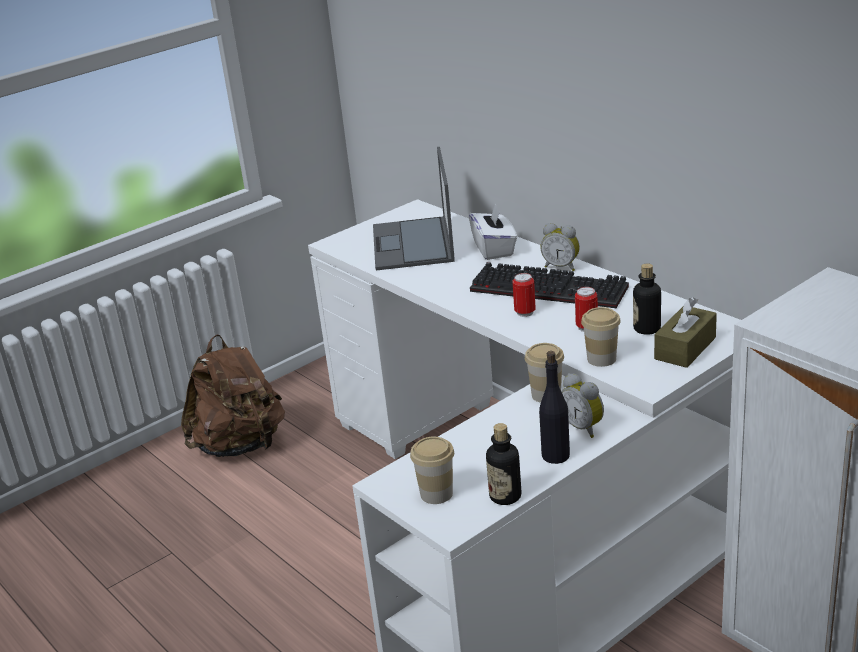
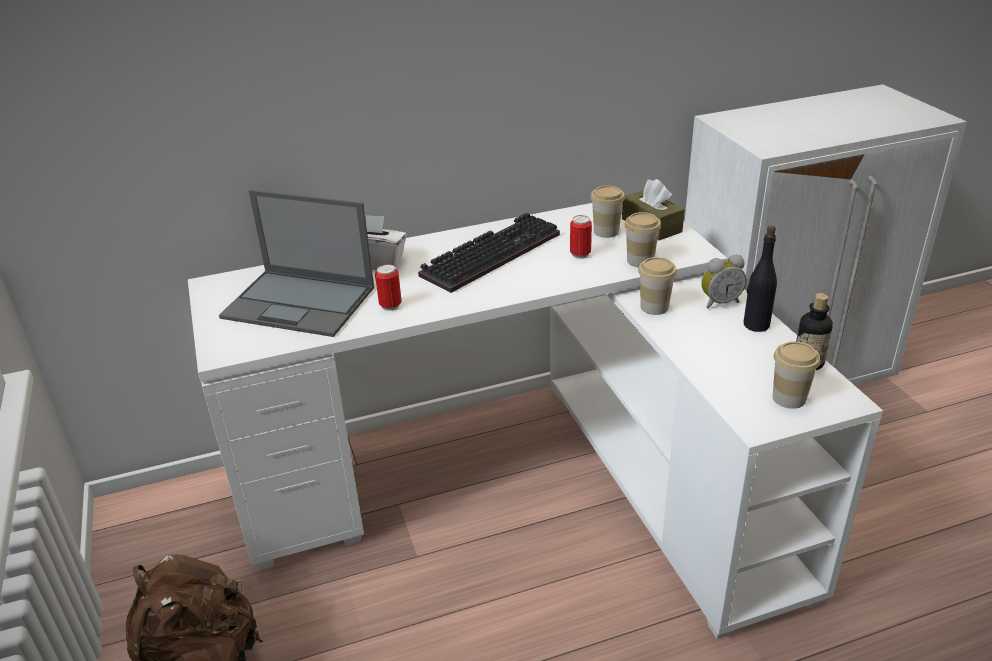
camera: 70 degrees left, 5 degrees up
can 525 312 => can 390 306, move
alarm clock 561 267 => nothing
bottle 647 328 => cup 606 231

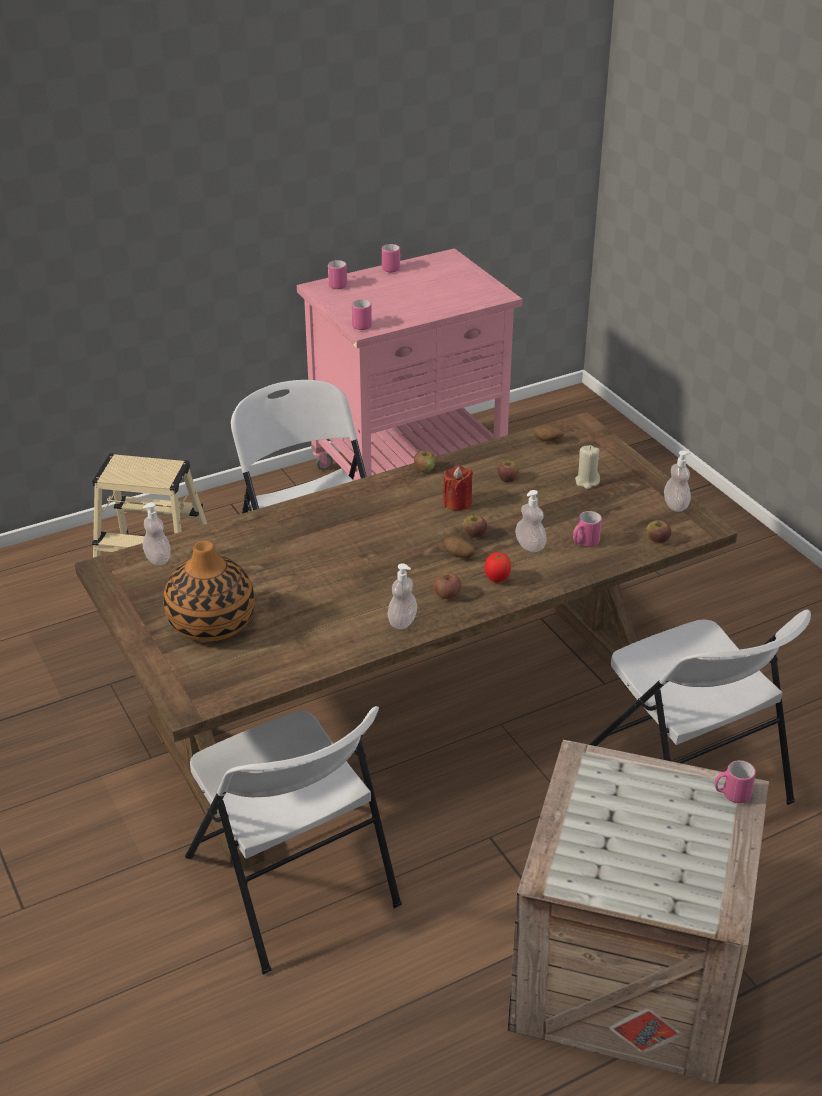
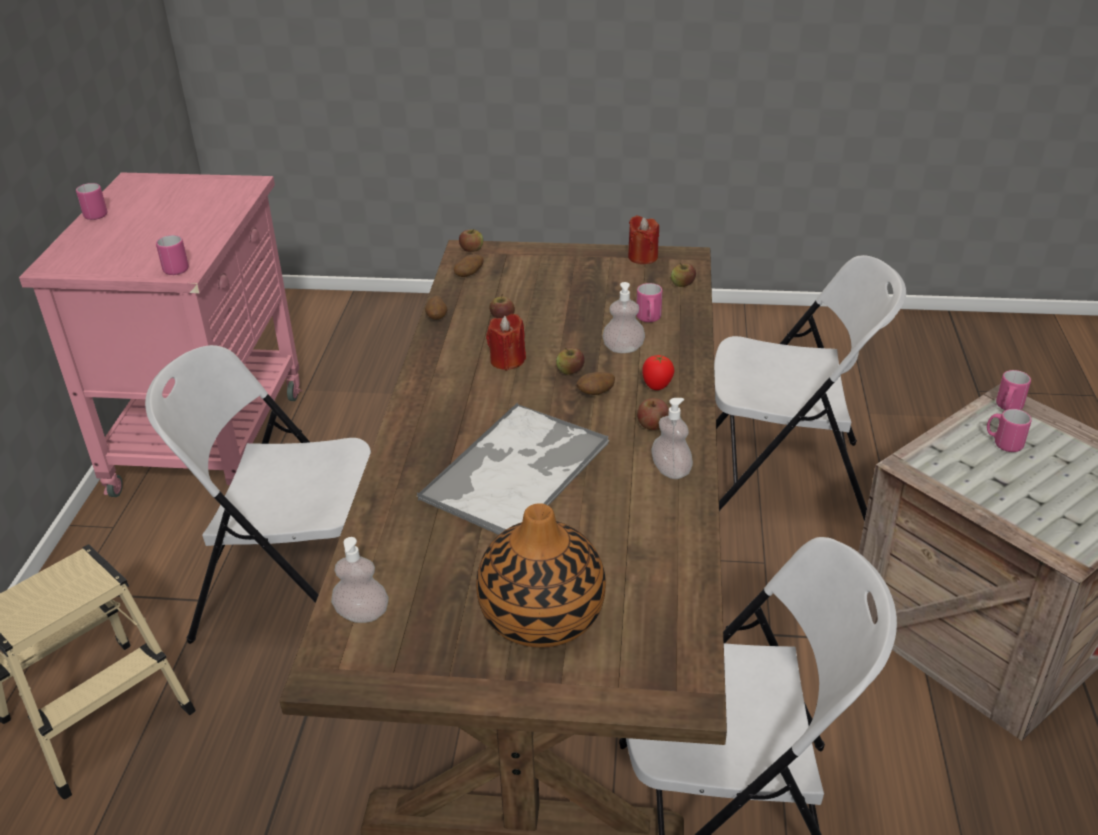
camera: 55 degrees left, 0 degrees up
mug/pink 337 284 => mug/pink 1003 443, move
apple 424 469 => apple 471 249, move
candle/beige 587 481 => nothing
soap dispenser 675 505 => candle/red 643 257
nothing => tray 517 470
nothing => potato 437 318

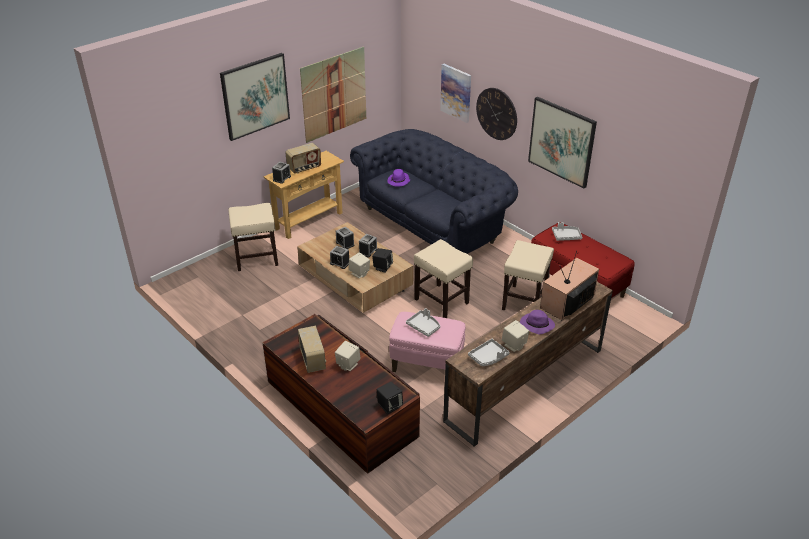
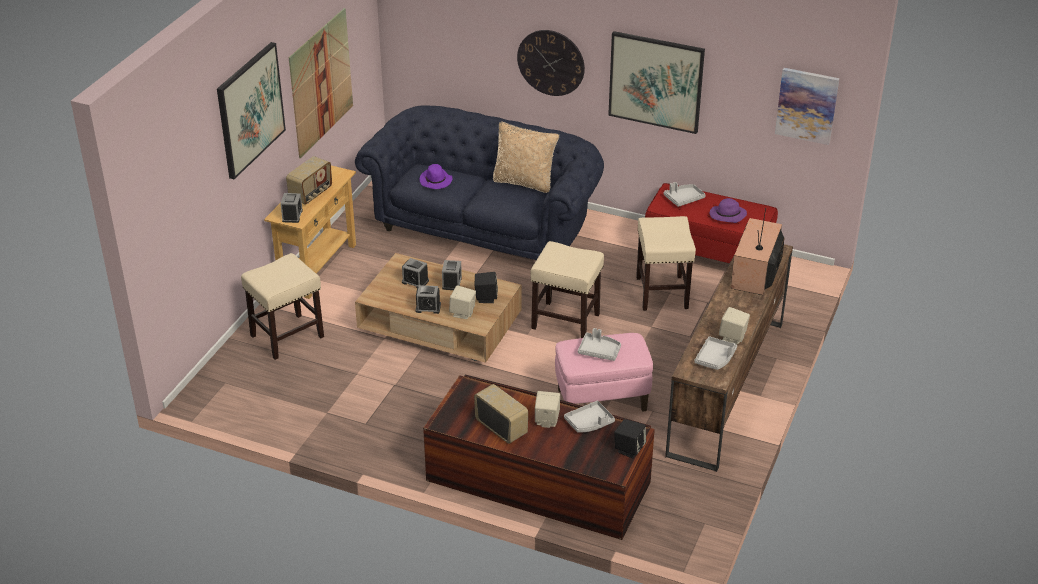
camera: 25 degrees left, 0 degrees up
picture 456 92 => picture 806 105, move
hat/purple 536 325 => hat/purple 727 216, move
nothing => pillow/beige 524 184
nothing => tray/grey 589 423

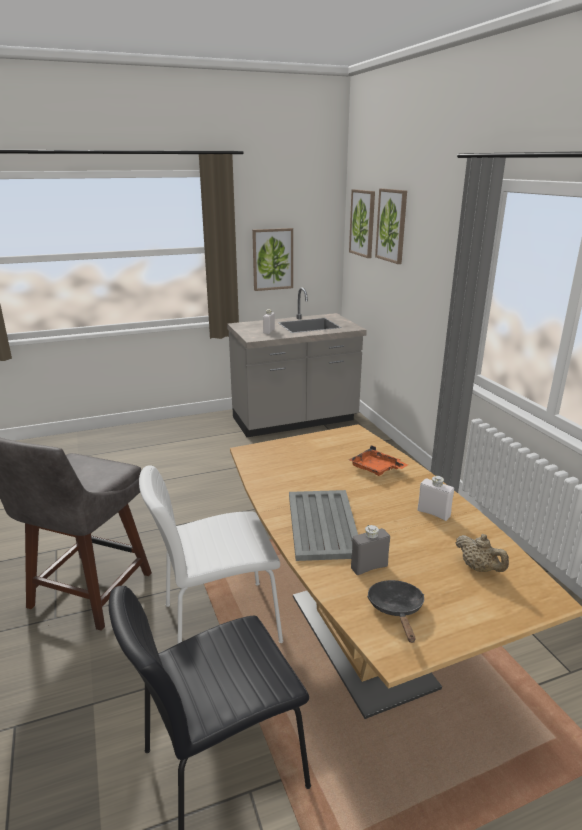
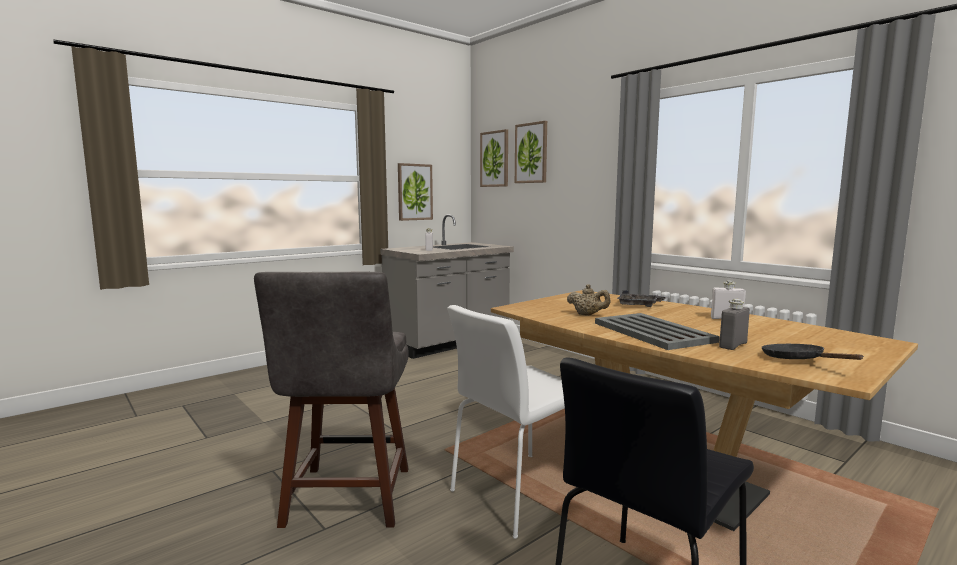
camera: 20 degrees left, 15 degrees down
tray/orange 376 469 => tray/grey 640 306
teapot/beige 479 568 => teapot/beige 587 315, move

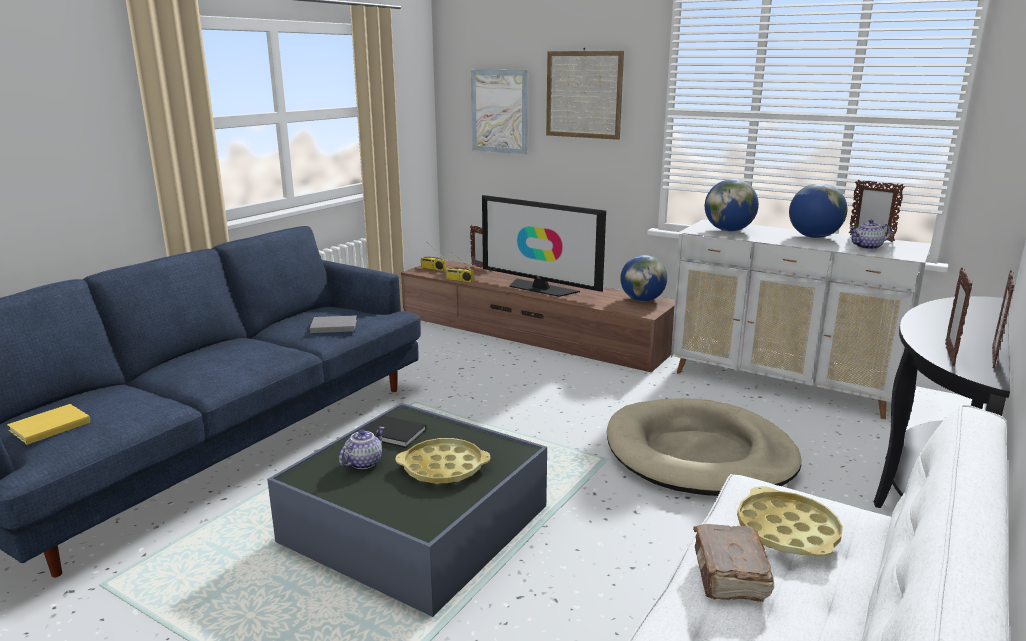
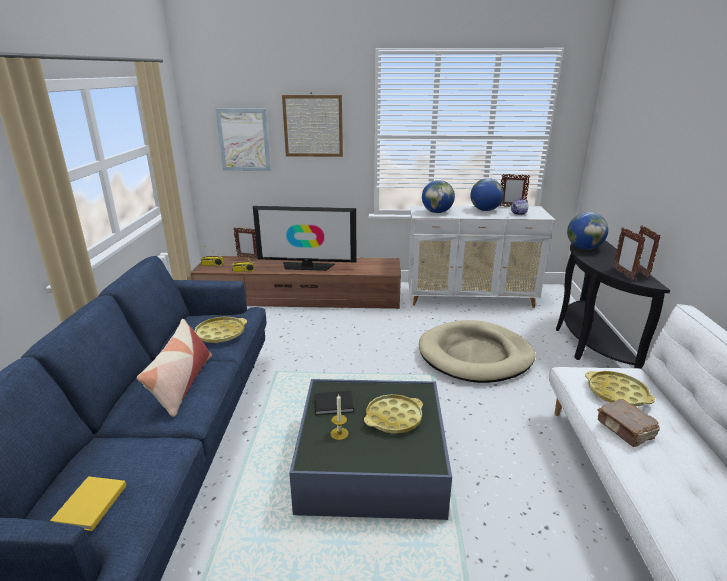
camera: 30 degrees left, 5 degrees up
book/grey 332 326 => tray/yellow 220 334
teapot 363 462 => candle 339 433
globe 642 300 => globe 583 248, move
nothing => pillow 182 384

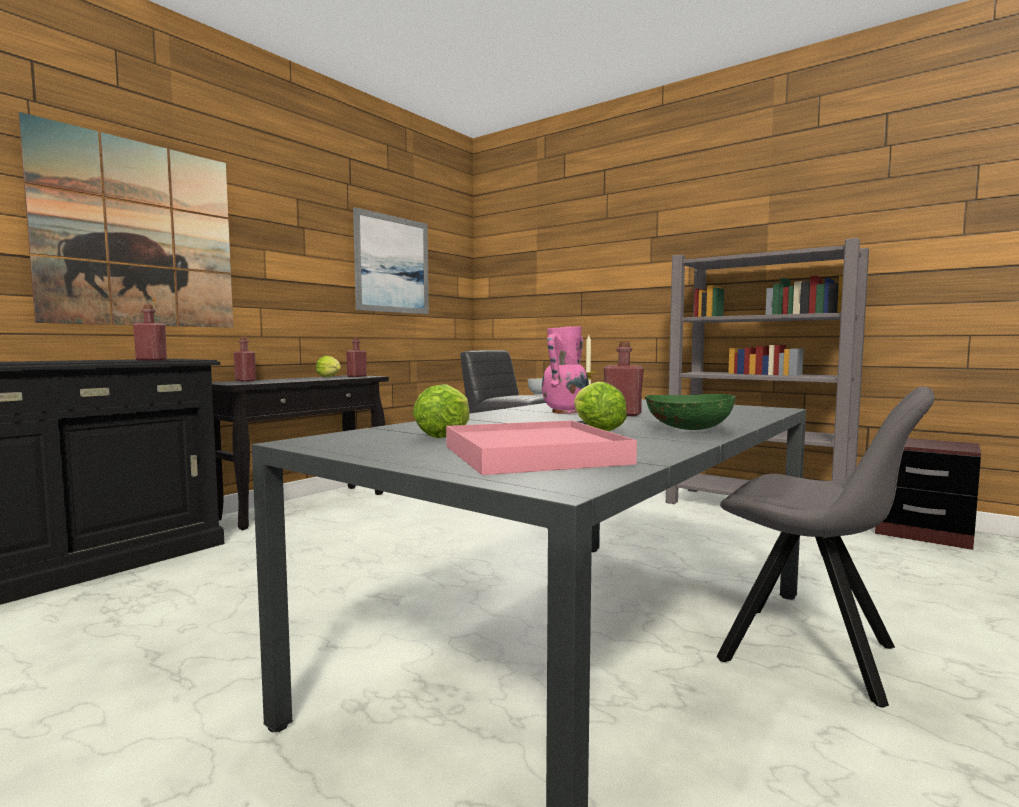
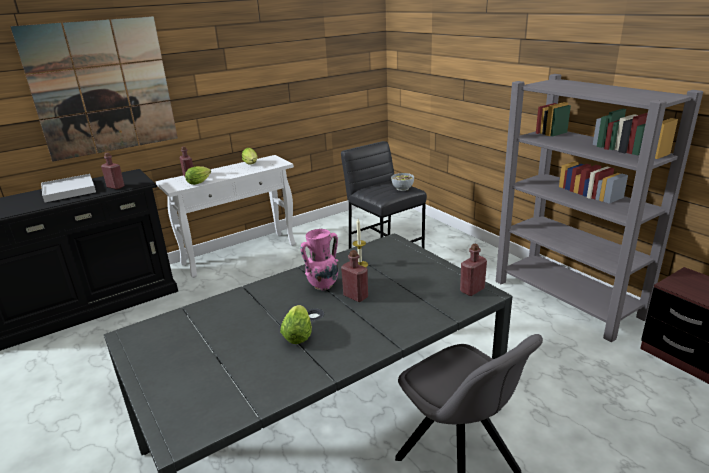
camera: 20 degrees right, 20 degrees up
console table/black 305 505 => console table/white 240 254
bottle/red 356 376 => bottle/red 472 290, move
picture 392 264 => nothing
lettuce 446 435 => lettuce 200 182, move
tray/pink 534 455 => nothing
bowl/green 687 429 => nothing
nothing => tray/white 69 190

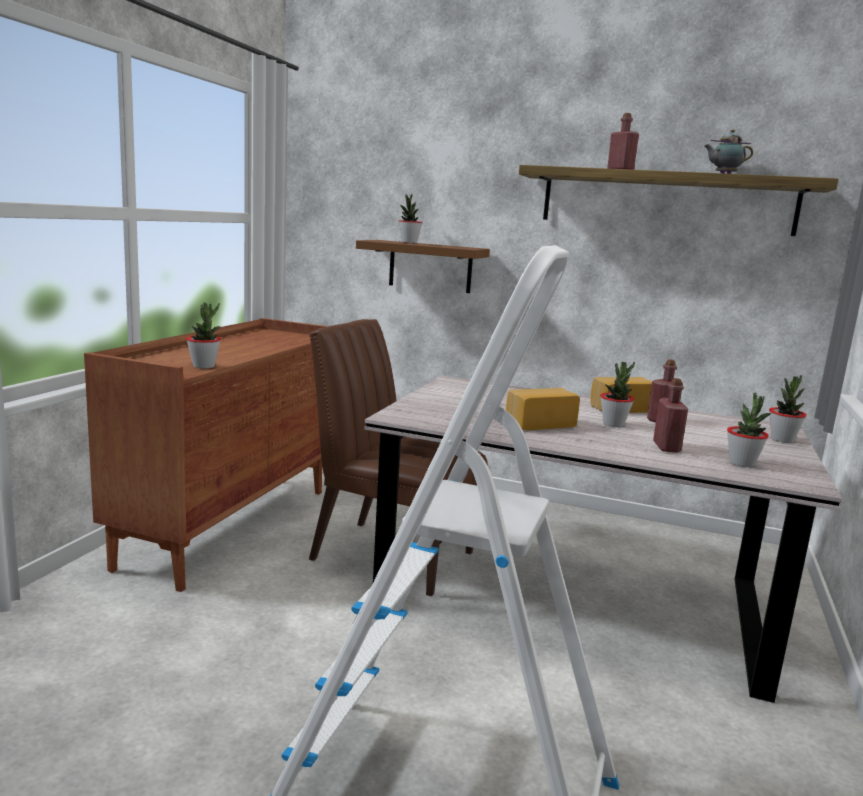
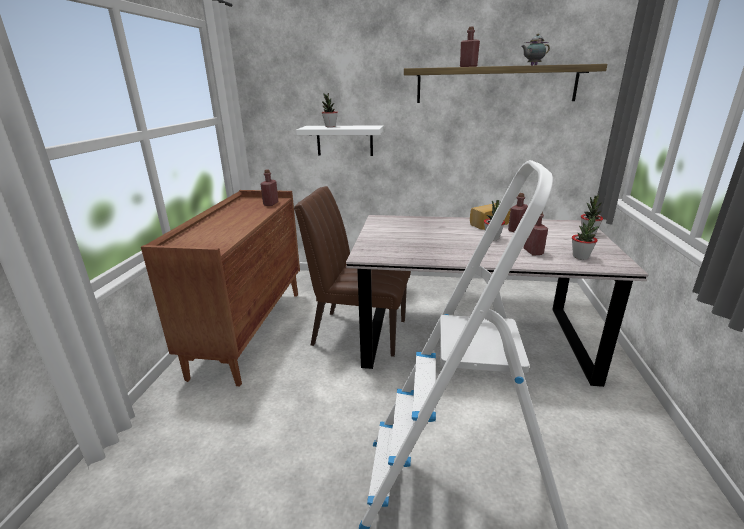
camera: 10 degrees left, 10 degrees up
potted plant 204 366 => nothing
shelf/brown 430 266 => shelf/white 344 140
bread 539 424 => nothing
nothing => bottle/red 271 204

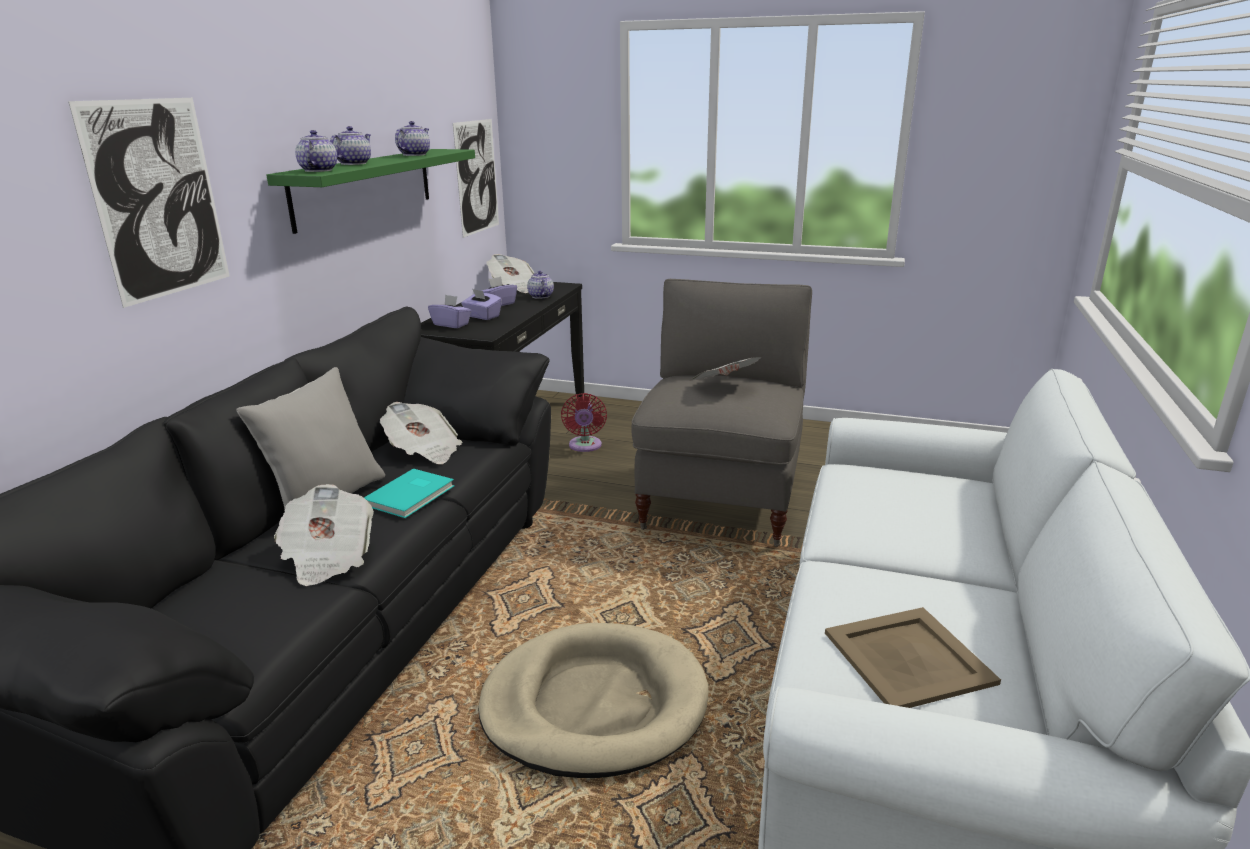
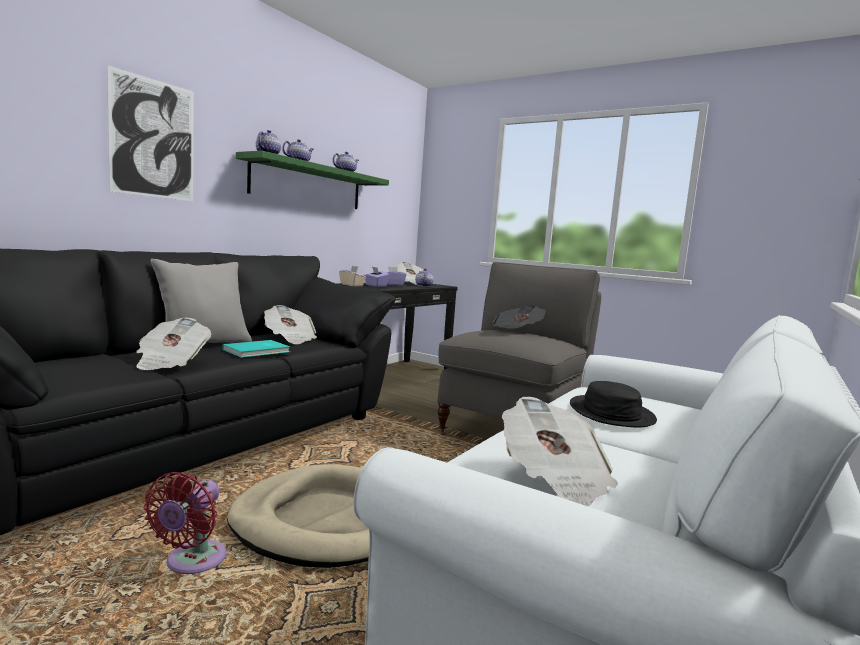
camera: 15 degrees right, 15 degrees down
tissue box/purple 451 324 => tissue box/beige 352 285
picture 477 177 => nothing
fan/red 585 446 => fan/red 192 563, move
tray/beige 910 658 => newspaper 555 479
nothing => hat/black 610 413

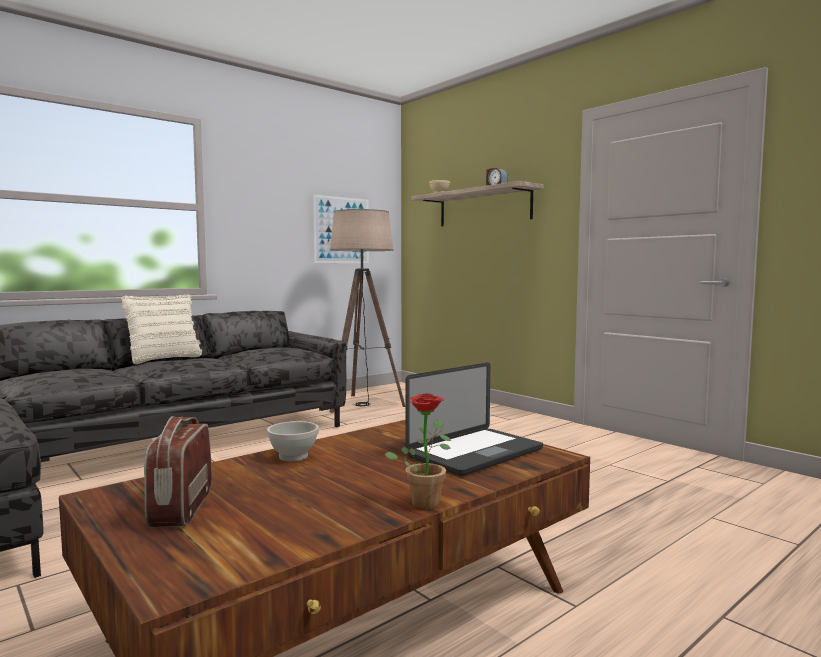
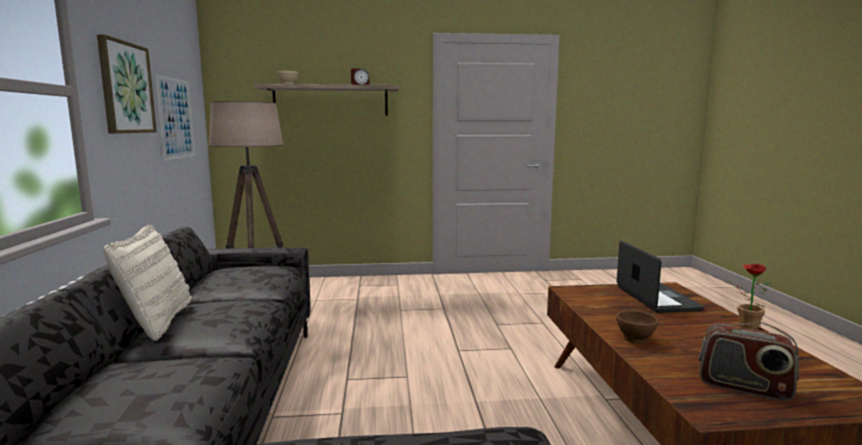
camera: 55 degrees left, 5 degrees up
bowl/white 293 456 => bowl/brown 634 339
nothing => picture 126 88

